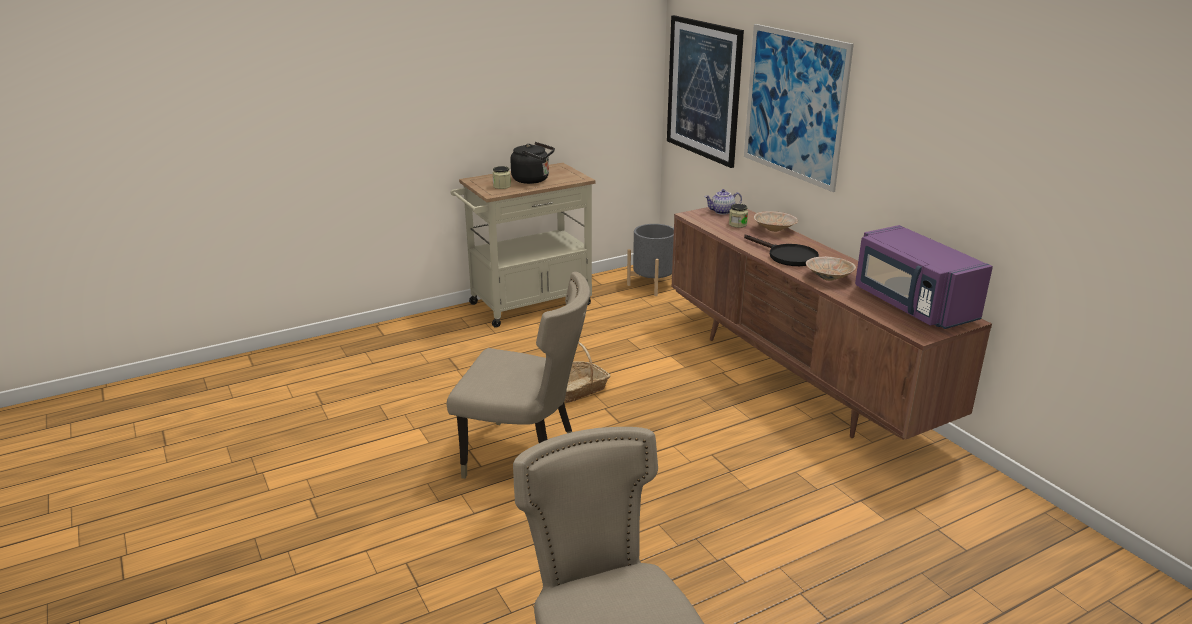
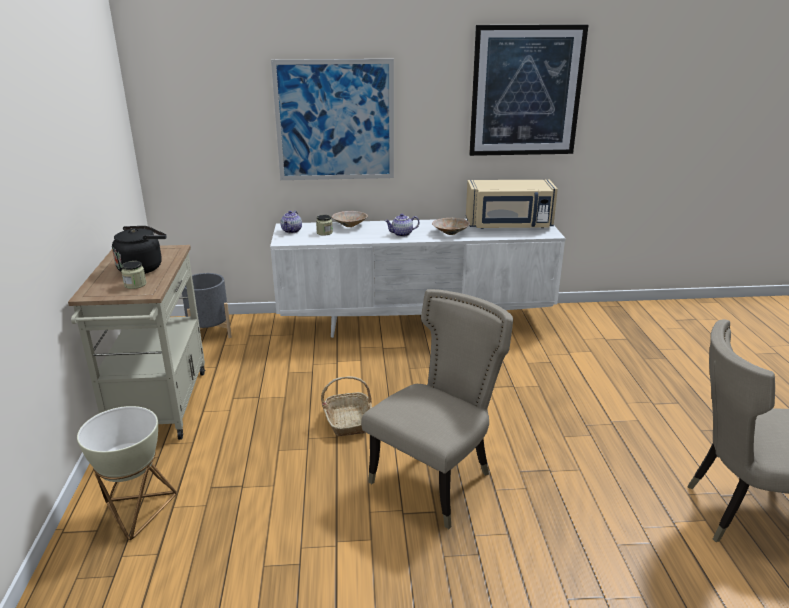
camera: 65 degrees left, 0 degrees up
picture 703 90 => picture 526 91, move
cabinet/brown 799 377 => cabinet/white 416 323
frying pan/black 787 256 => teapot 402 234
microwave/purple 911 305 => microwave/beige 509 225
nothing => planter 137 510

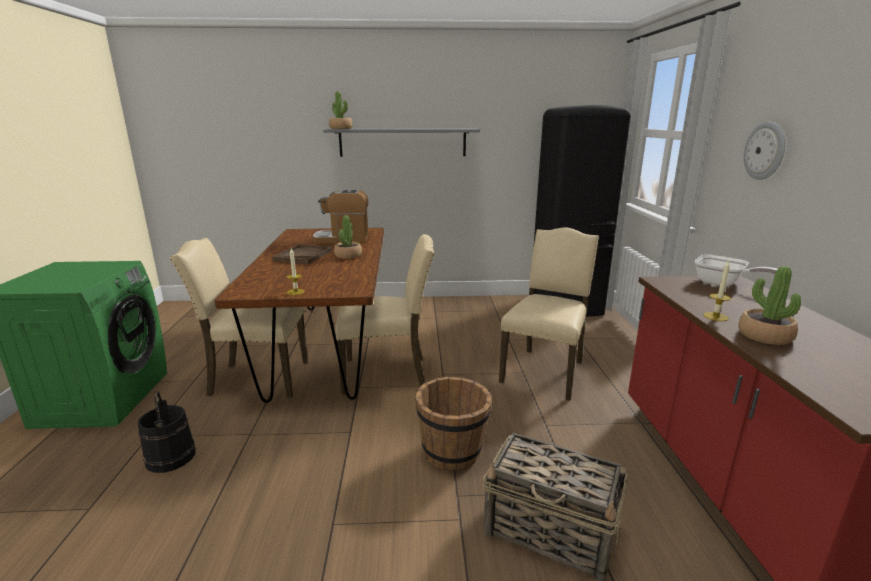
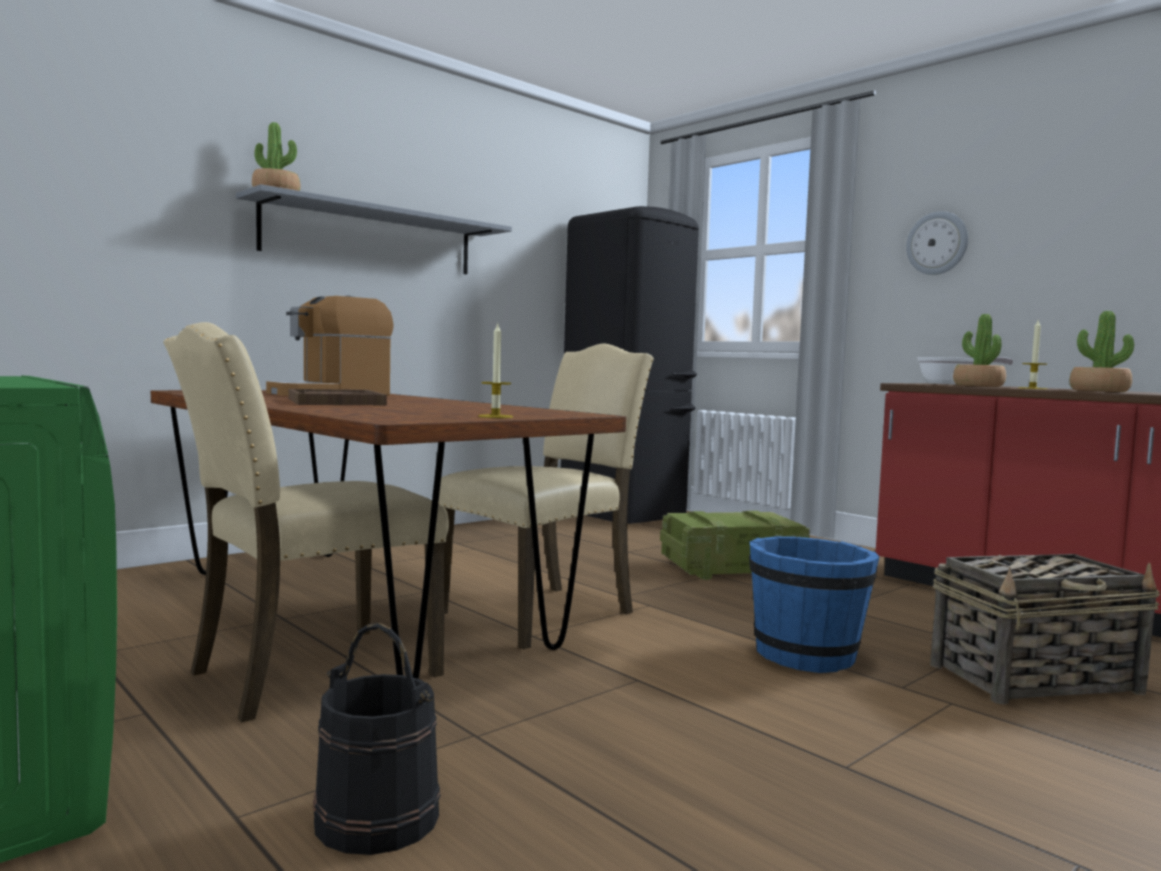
camera: 40 degrees left, 15 degrees down
potted plant 348 256 => potted plant 978 386, move
bucket/brown 452 451 => bucket/blue 806 655
chair/beige 545 371 => crate 733 568

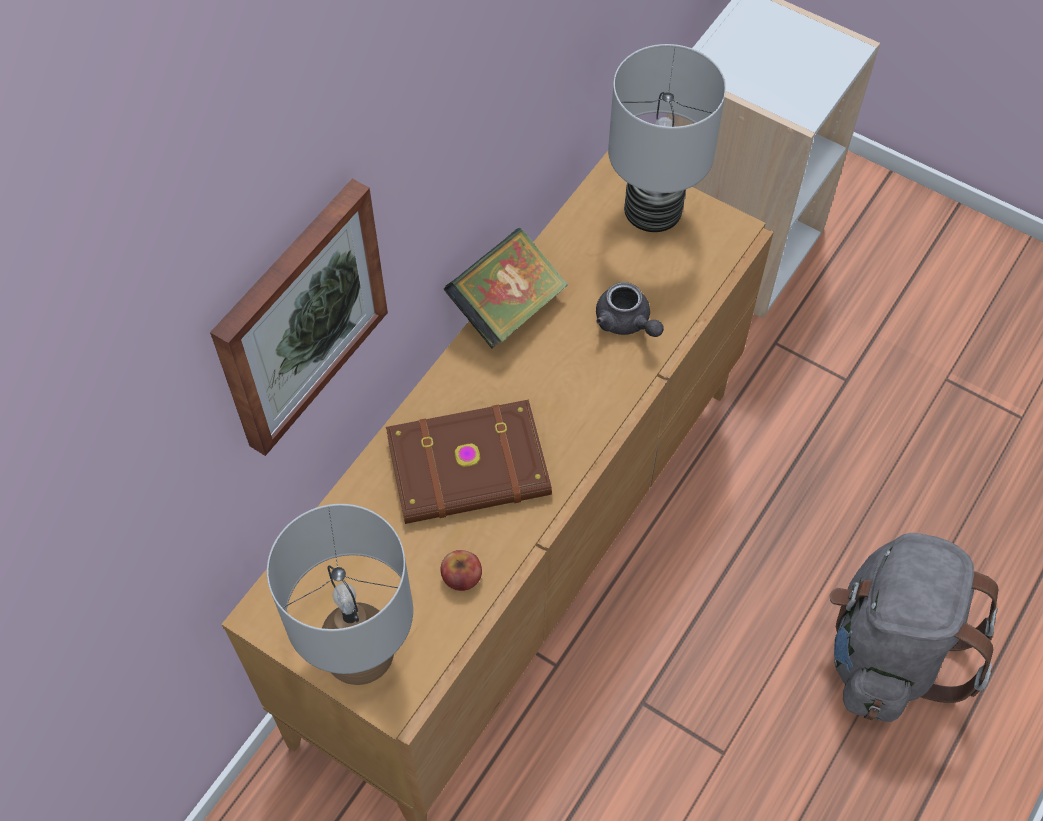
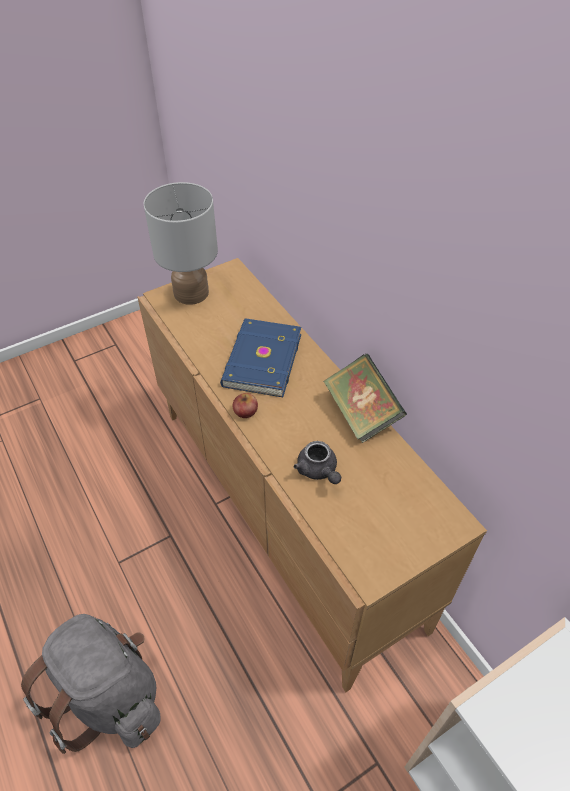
camera: 115 degrees right, 10 degrees down
picture 299 316 => nothing
book/brown 470 469 => book/blue 260 360
apple 461 576 => apple 245 411, move
teapot/grey 626 323 => teapot/grey 318 471, 105 degrees counterclockwise
table lamp/grey 652 209 => nothing

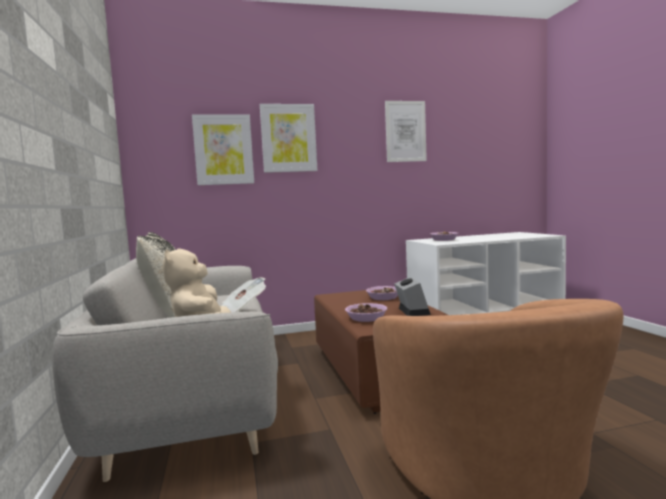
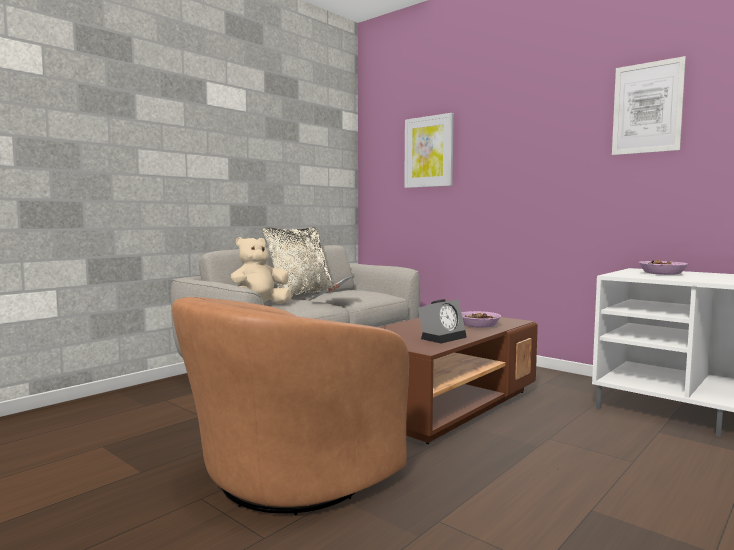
camera: 55 degrees right, 0 degrees up
picture 288 138 => nothing
bowl 366 318 => nothing

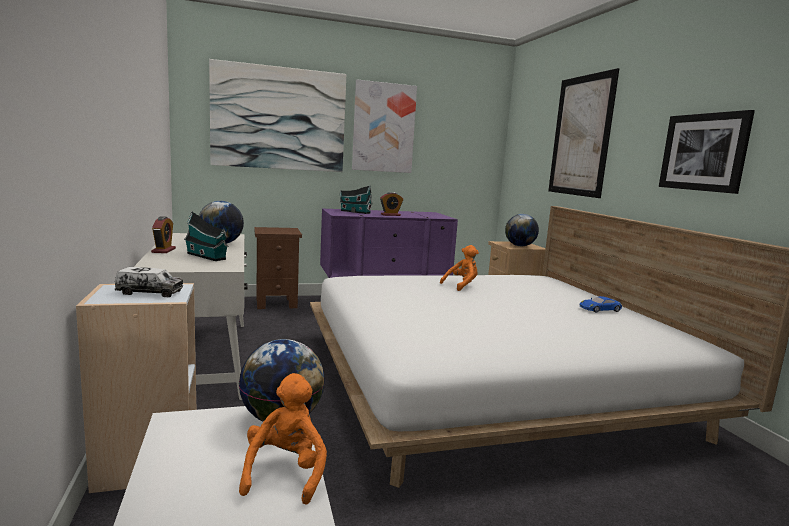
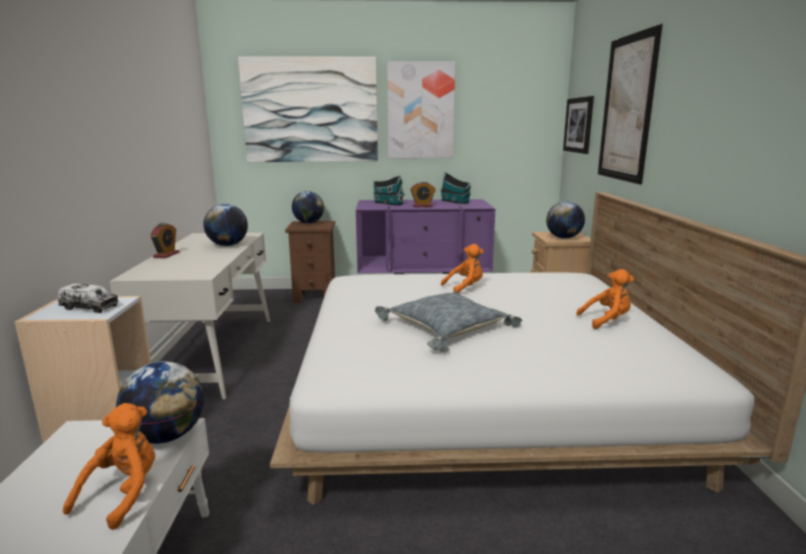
camera: 15 degrees right, 5 degrees up
toy house 207 257 => toy house 456 202, move
toy car/blue 600 309 => plush toy/orange 606 321
picture 704 152 => picture 579 125, move
nothing => globe 308 223
nothing => pillow 446 324

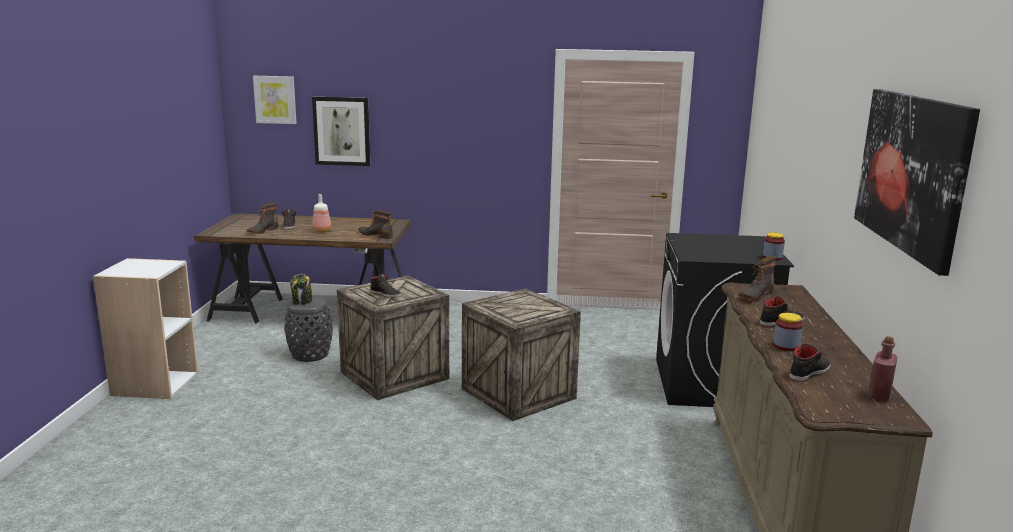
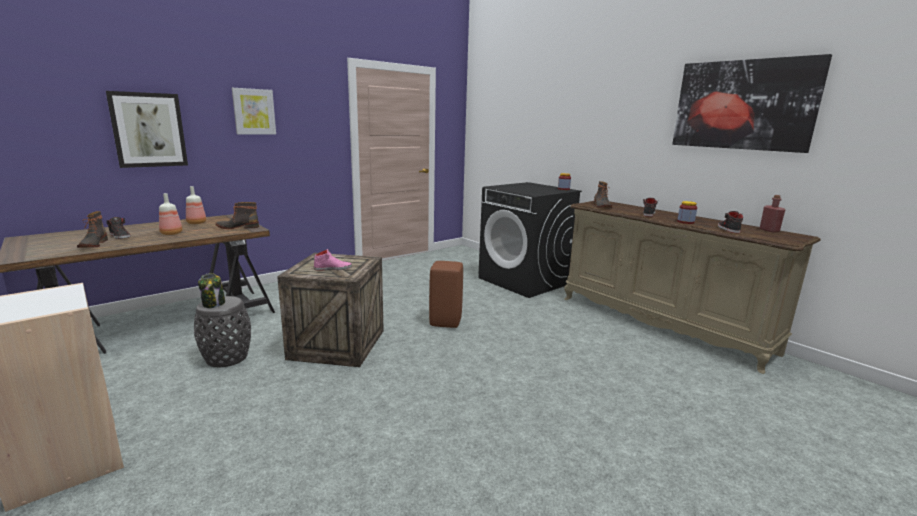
camera: 45 degrees left, 0 degrees up
picture 275 99 => picture 254 111, move
shoe/black 386 294 => shoe/pink 333 268
crate 520 393 => stool/brown 446 322
nothing => bottle 196 223

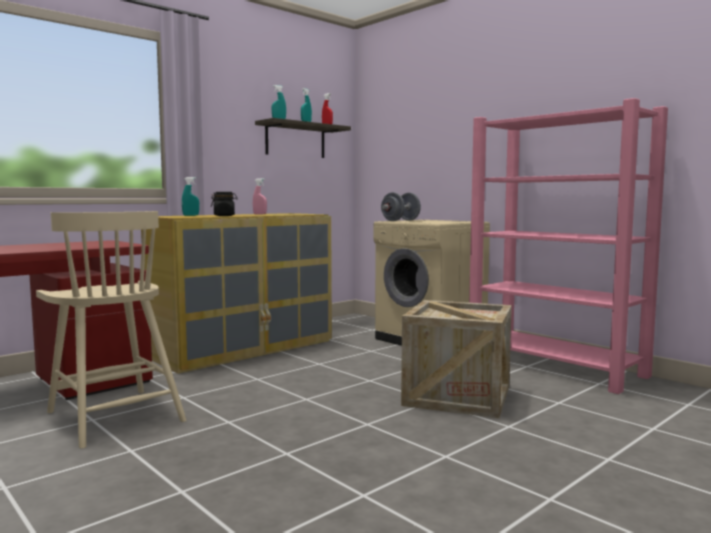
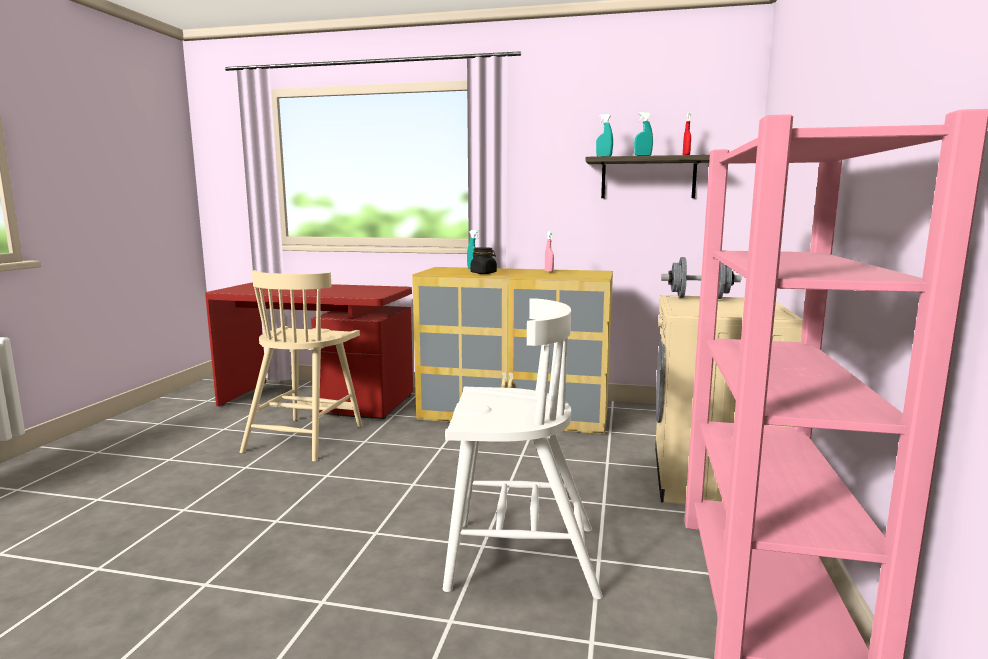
camera: 55 degrees right, 5 degrees up
crate 457 396 => chair/white 519 557

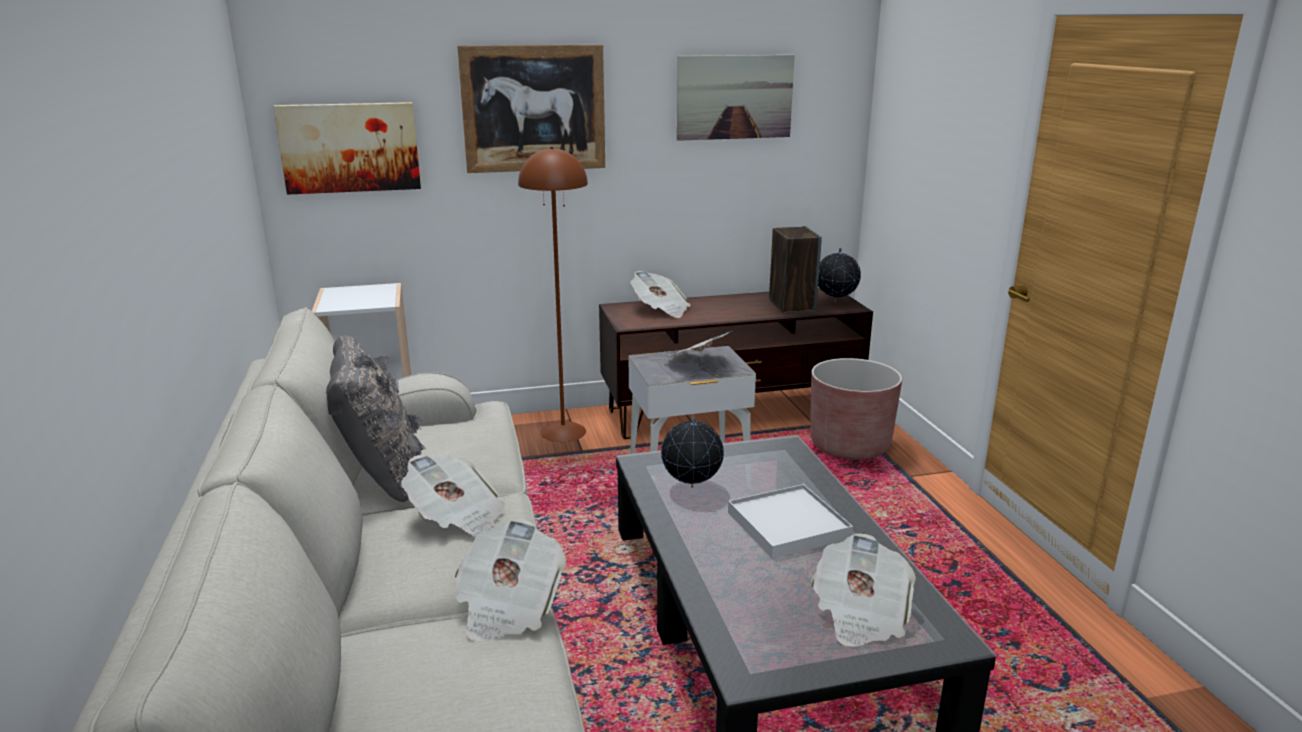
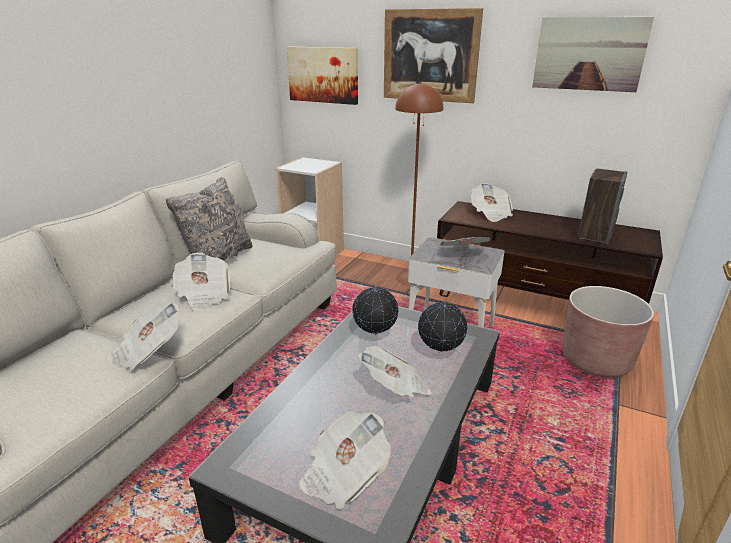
camera: 40 degrees right, 5 degrees up
tray/white 788 525 => newspaper 395 387
globe 836 302 => globe 440 352, move

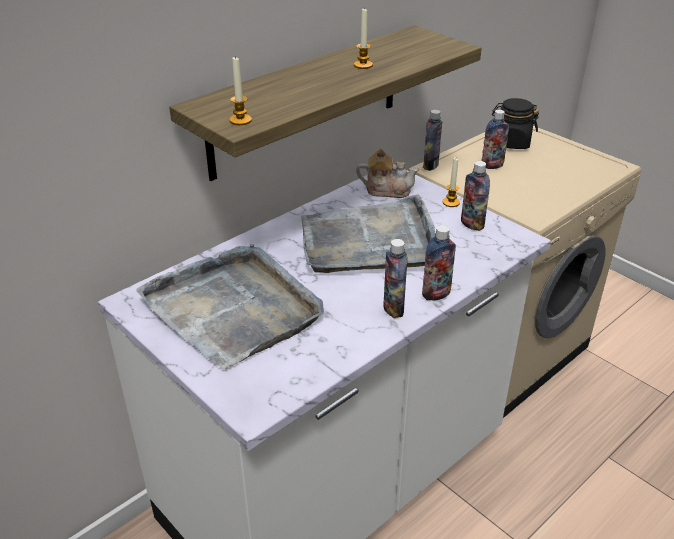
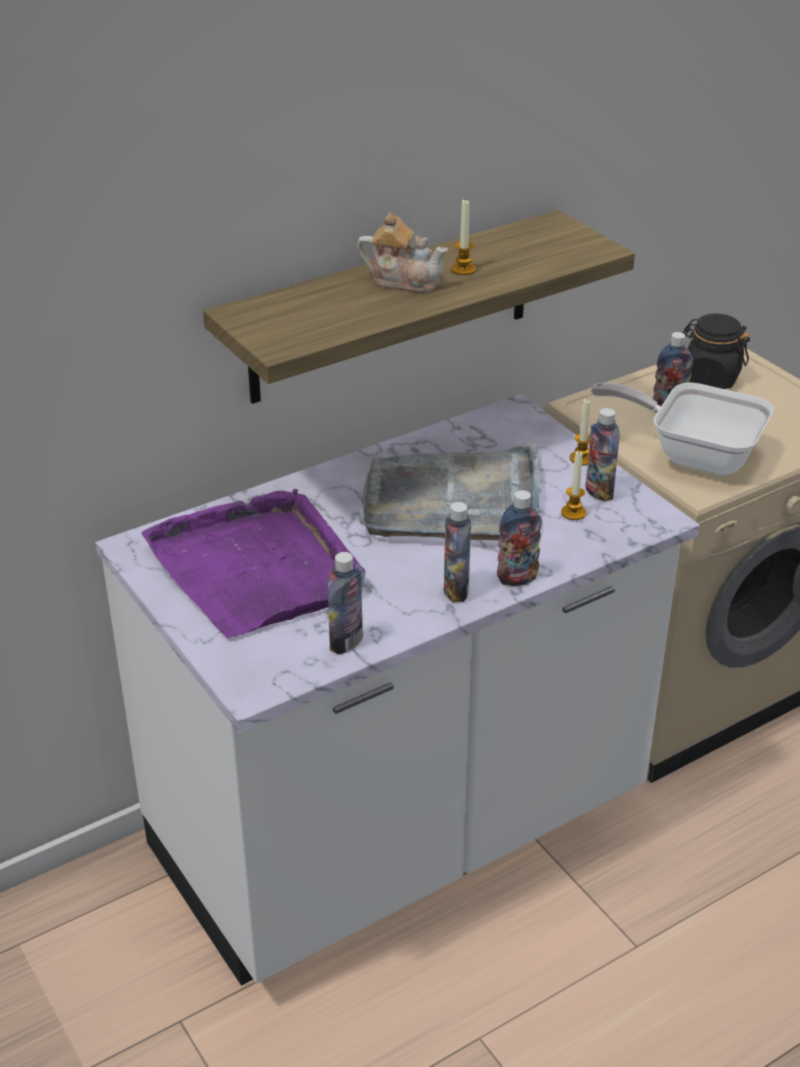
camera: 10 degrees right, 0 degrees up
tray/grey 234 308 => tray/purple 258 568
candle 240 120 => candle 573 513, move
teapot 386 190 => teapot 403 280, move
bottle 430 165 => bottle 346 642, move
nothing => frying pan 693 454

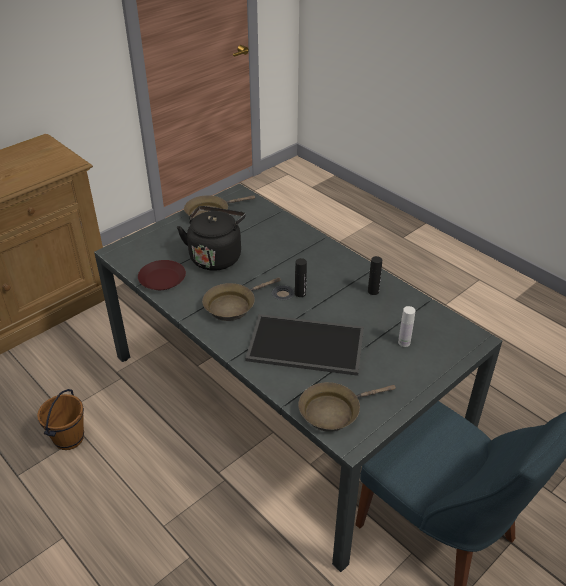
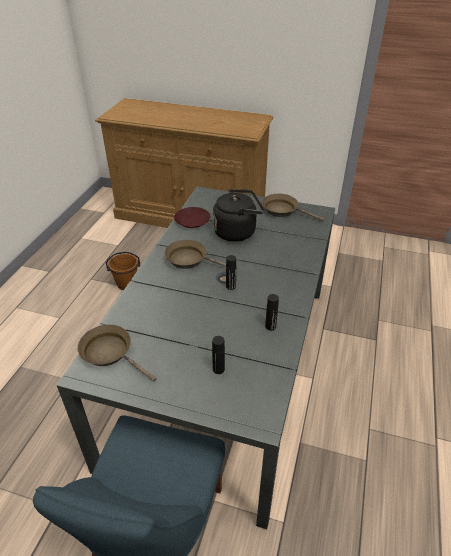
camera: 60 degrees right, 0 degrees up
tray 304 346 => nothing
bottle/white 404 342 => bottle/black 218 369

